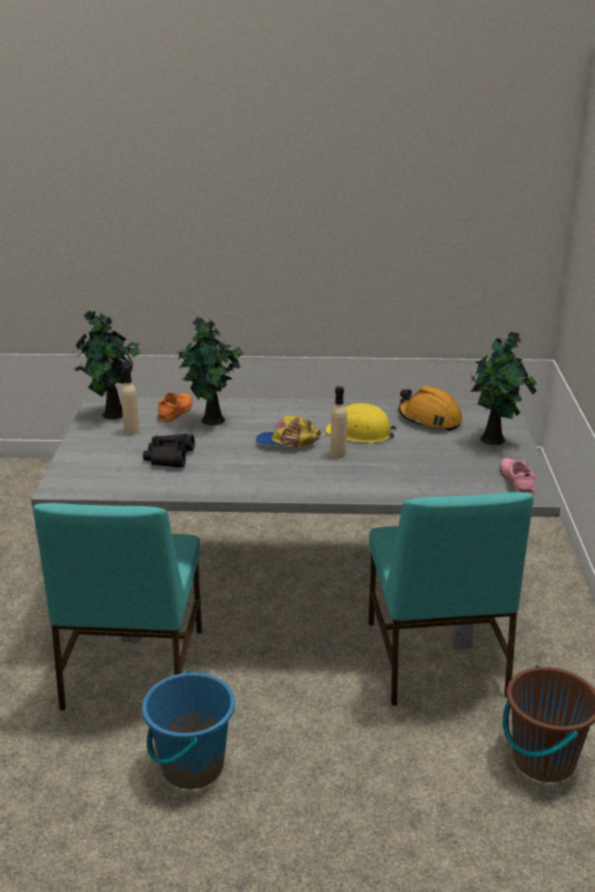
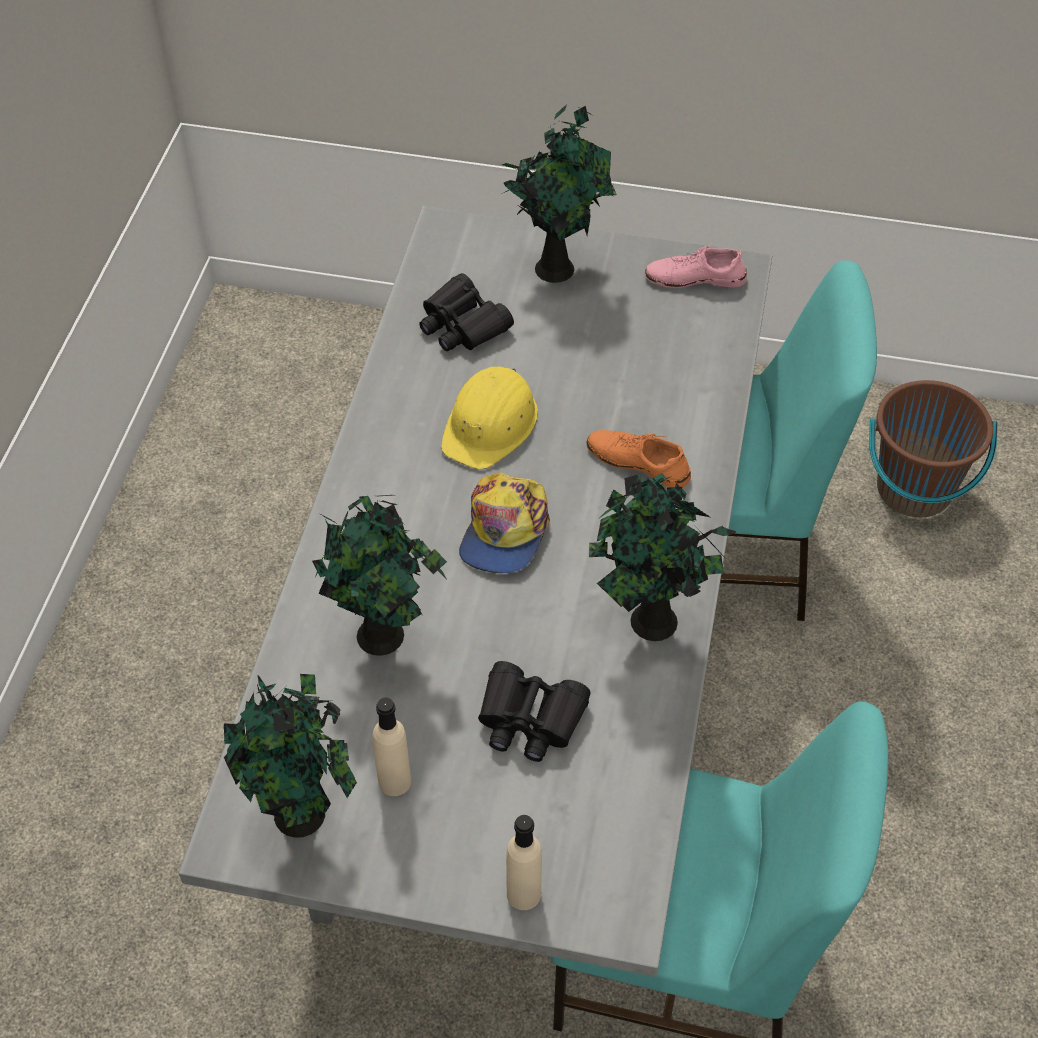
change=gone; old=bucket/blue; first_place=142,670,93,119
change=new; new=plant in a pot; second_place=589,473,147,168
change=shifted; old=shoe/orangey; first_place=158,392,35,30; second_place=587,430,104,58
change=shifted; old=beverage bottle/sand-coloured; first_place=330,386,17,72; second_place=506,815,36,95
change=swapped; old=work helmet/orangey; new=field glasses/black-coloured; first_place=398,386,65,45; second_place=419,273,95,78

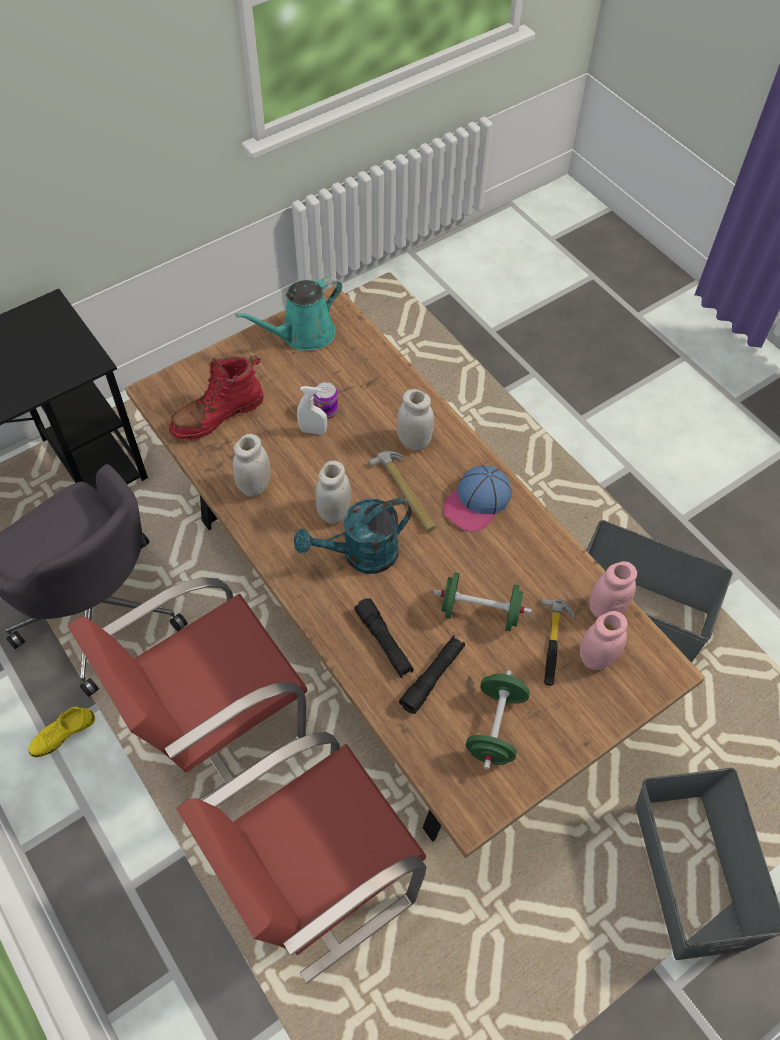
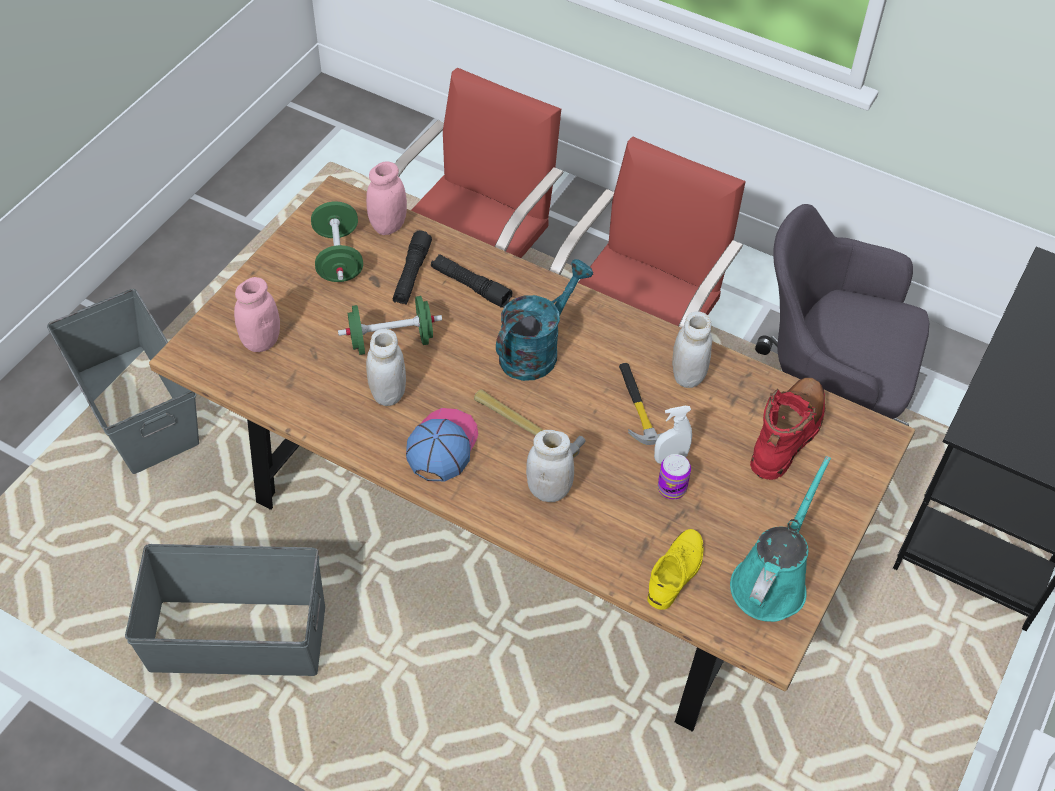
change=shifted; old=shoe/yellow-coloured; first_place=28,707,67,50; second_place=647,529,56,81
change=shifted; old=storage jar/white-coloured; first_place=315,460,36,64; second_place=366,329,40,77
change=shifted; old=hand hammer; first_place=541,598,34,88; second_place=619,363,43,82
change=shifted; old=storage jar/pink-coloured; first_place=590,561,47,57; second_place=366,161,41,74

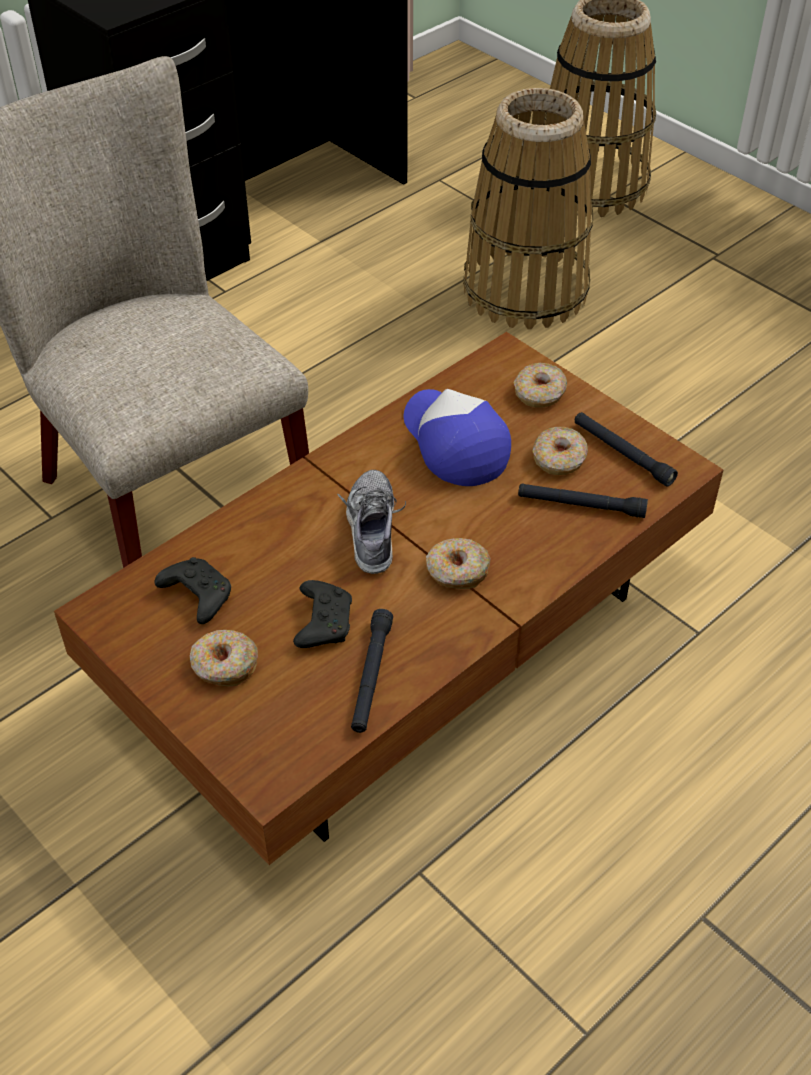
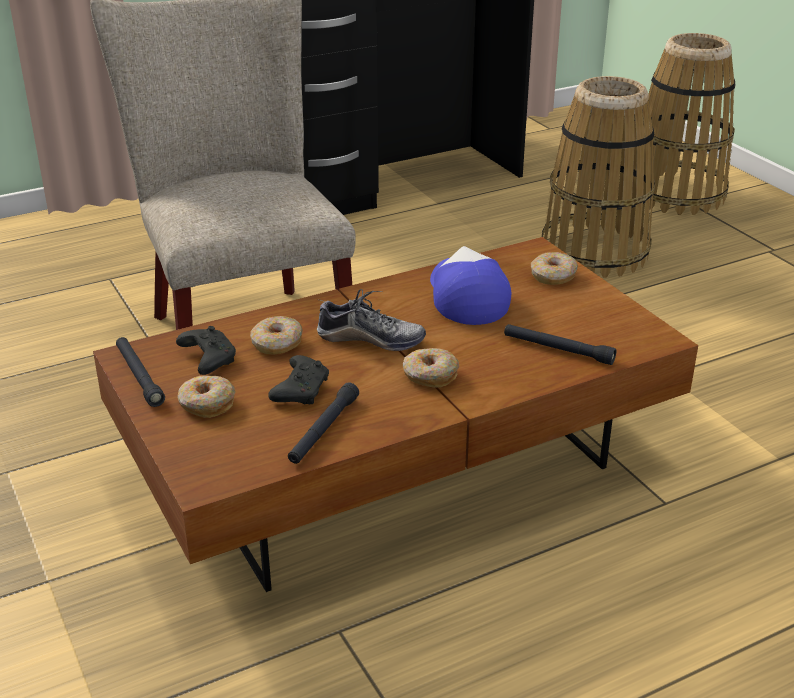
change=shifted; old=doughnut; first_place=532,427,56,48; second_place=250,316,53,39
change=shifted; old=torch/black-coloured; first_place=575,412,103,75; second_place=116,337,49,70
change=rotated; old=shoe; first_place=337,470,69,104; second_place=317,289,109,62; degrees=90

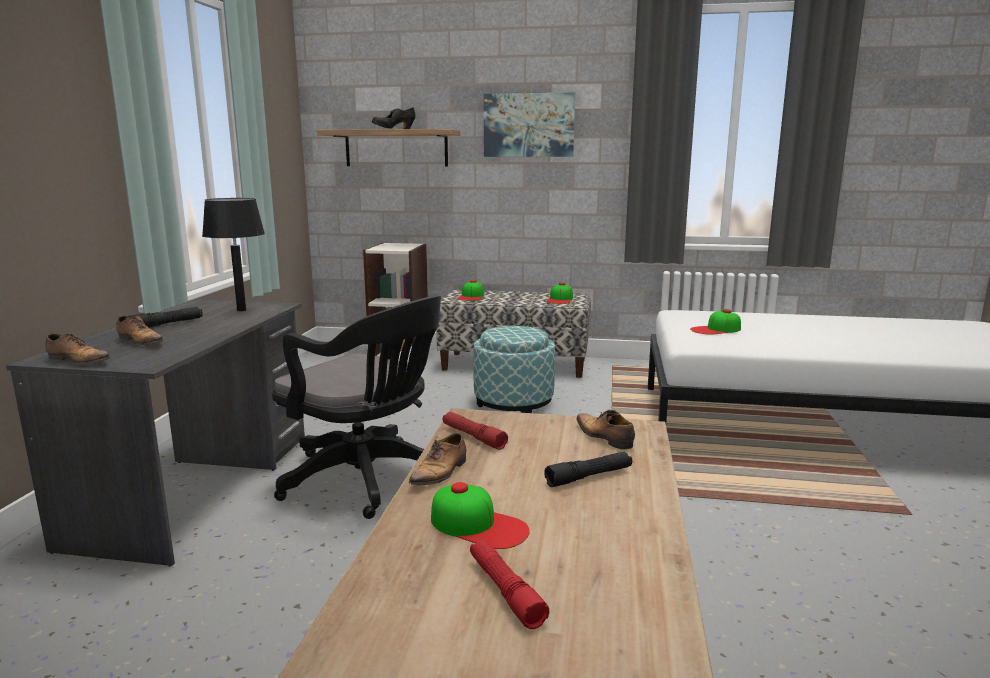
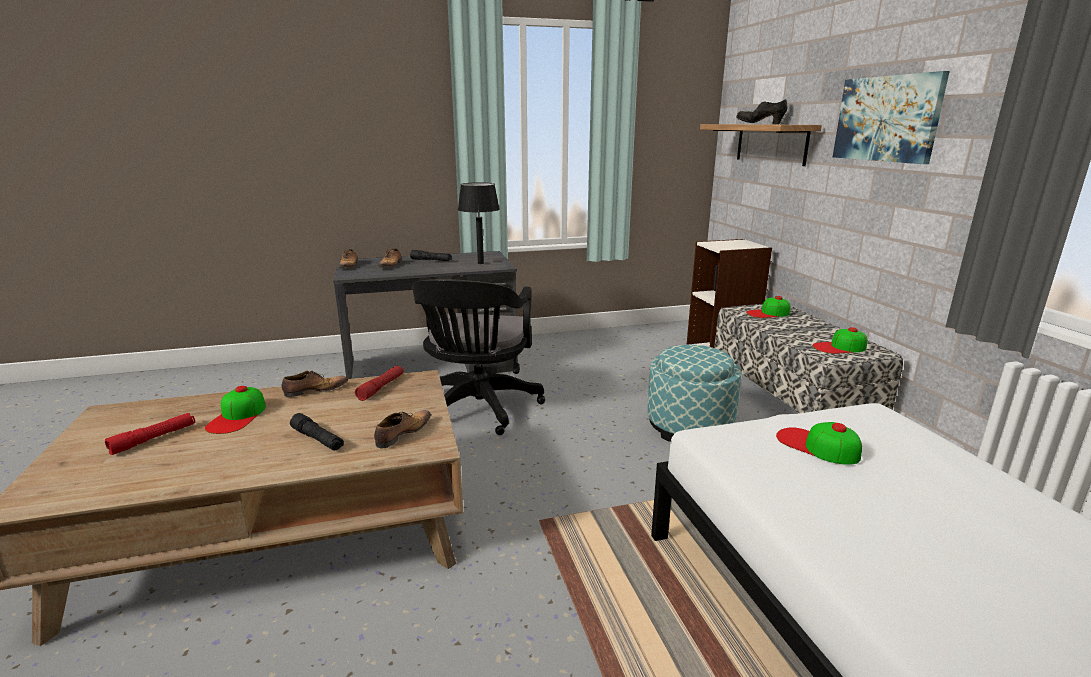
change=rotated; old=shoe; first_place=408,433,58,53; second_place=281,371,67,26; degrees=150

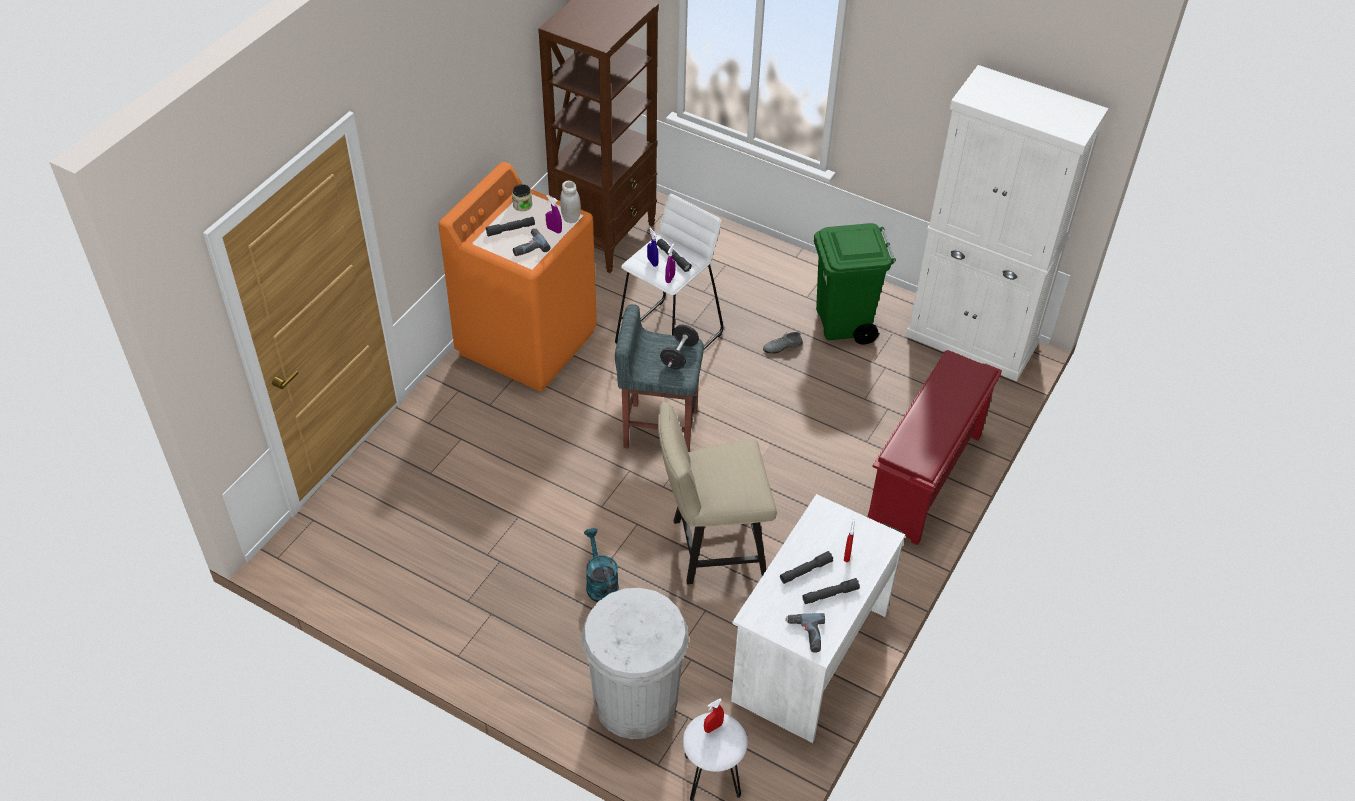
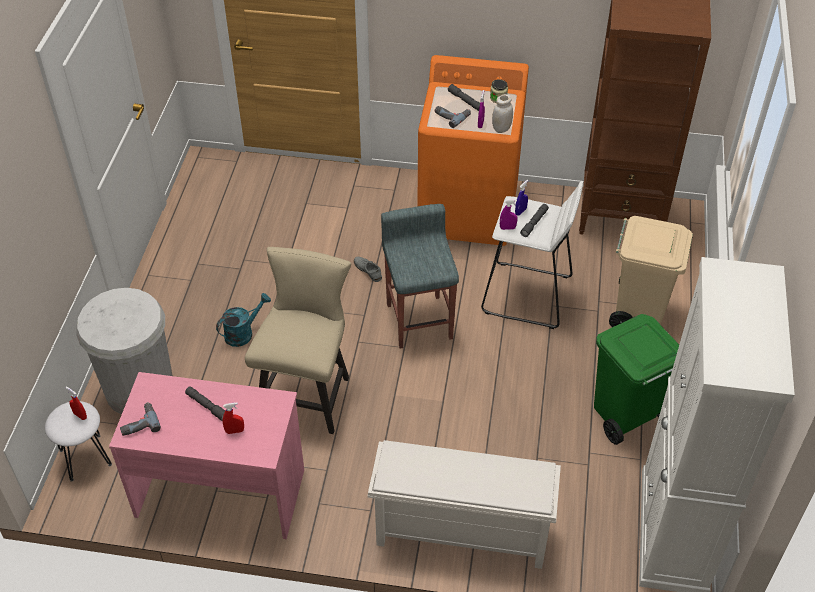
change=gone; old=dumbbell/black-coloured; first_place=660,325,39,44
change=gone; old=torch/gray; first_place=802,578,58,26
change=new; new=trash can/sand-coloured; second_place=609,216,84,111
change=shifted; old=shoe/gray; first_place=763,332,40,22; second_place=354,257,28,25
change=repainted; old=desk/white-coloured; new=desk/pink-coloured; first_place=731,494,174,249; second_place=109,372,195,167
change=repainted; old=shoe rack/reddish; new=shoe rack/white-coloured; first_place=868,350,134,195; second_place=368,440,193,129
change=rotated; old=upright chair/sand-coloured; first_place=658,402,119,182; second_place=245,247,106,187; degrees=45

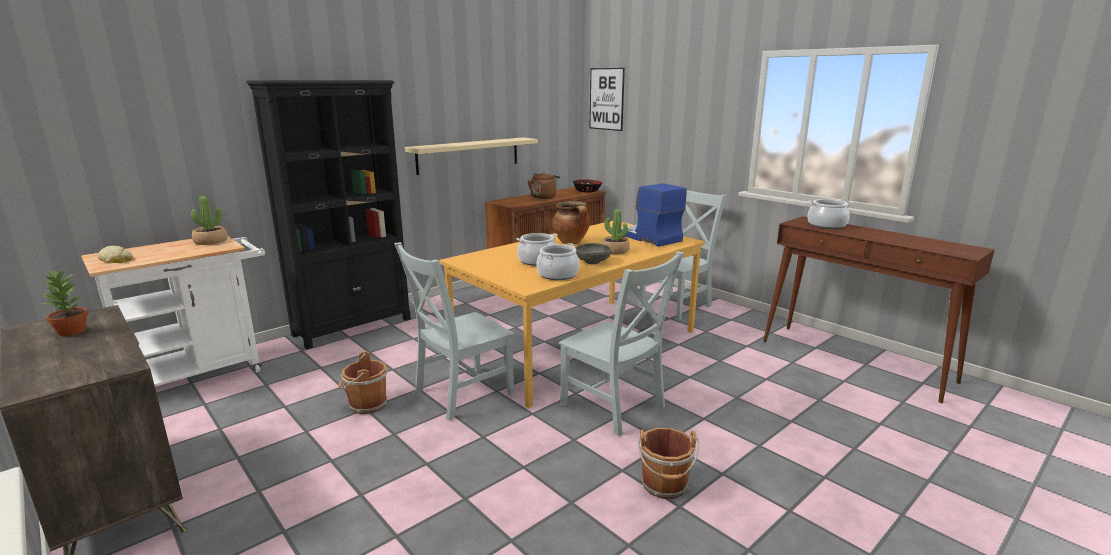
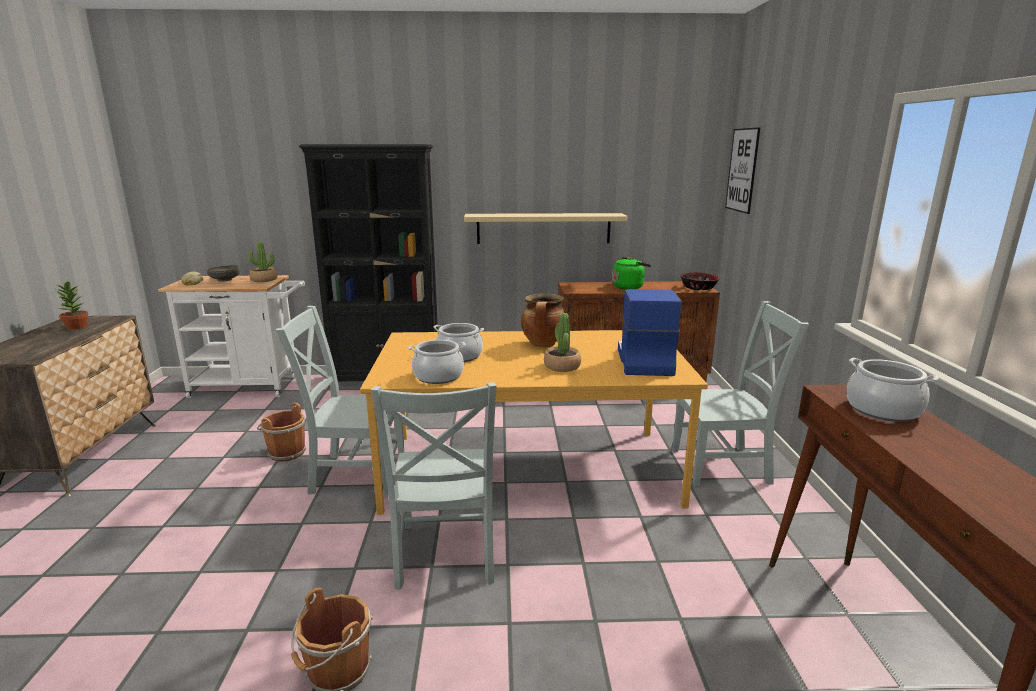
change=shifted; old=serving bowl/gray; first_place=575,243,36,21; second_place=207,265,33,16
change=repainted; old=kettle/brown; new=kettle/greenish; first_place=527,173,33,26; second_place=612,257,39,33

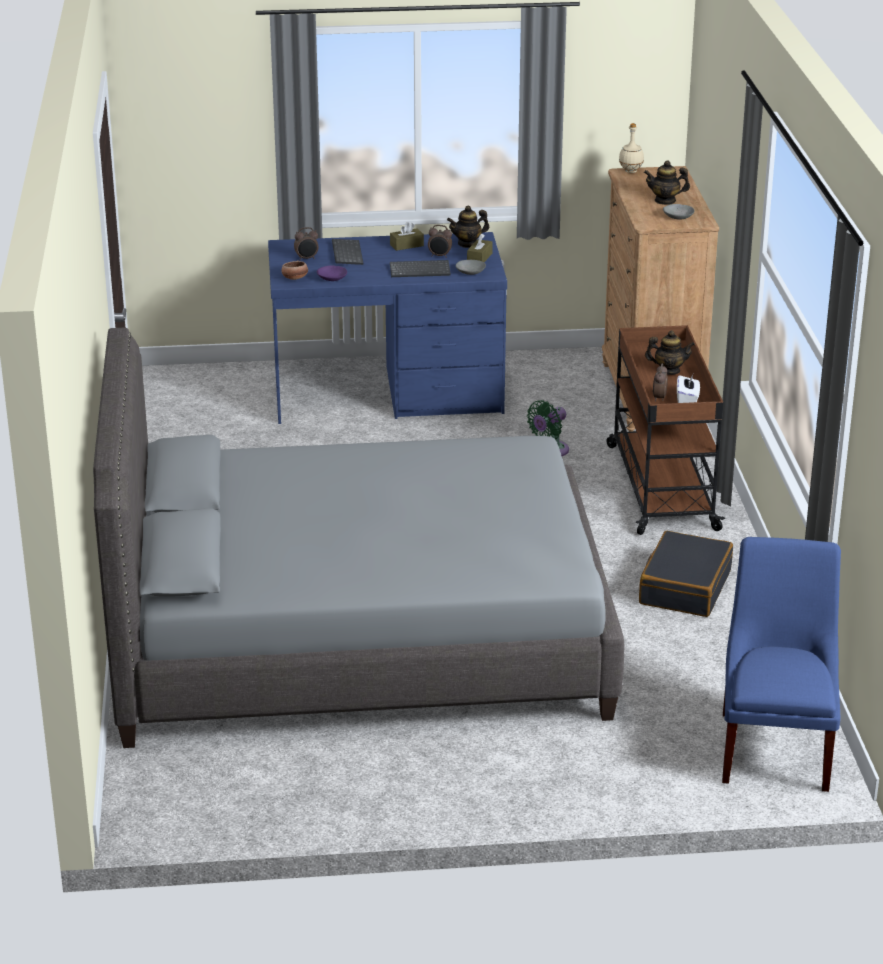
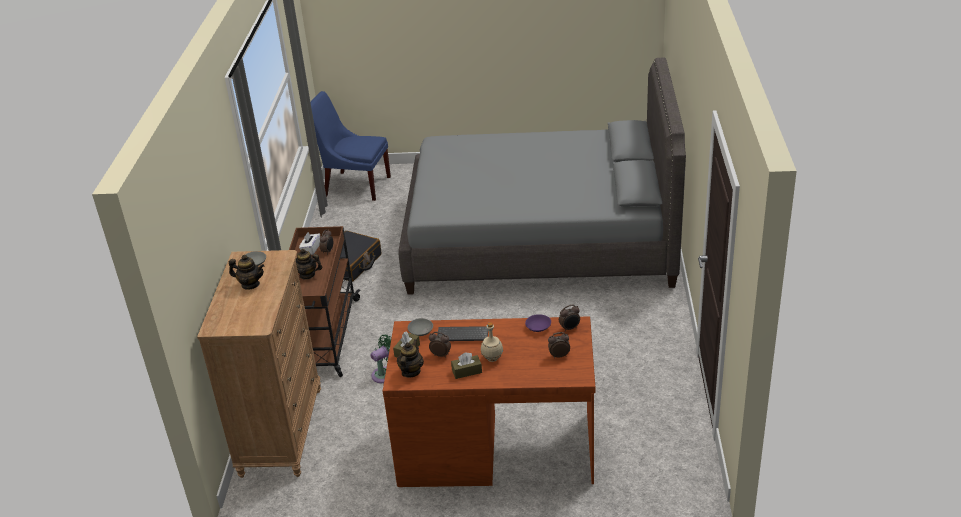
change=gone; old=keyboard; first_place=332,239,31,26
change=shifted; old=beverage bottle/sand-coloured; first_place=619,123,25,50; second_place=481,323,22,39
change=swapped; old=serving bowl; new=alarm clock; first_place=281,260,27,20; second_place=559,305,21,27
change=repainted; old=desk/blue; new=desk/brown; first_place=268,232,239,192; second_place=383,316,212,171
change=rotated; old=tea pot; first_place=447,205,42,43; second_place=397,339,27,39; degrees=-60
change=rotated; old=upright chair/blue; first_place=722,537,119,255; second_place=311,91,80,110; degrees=90

